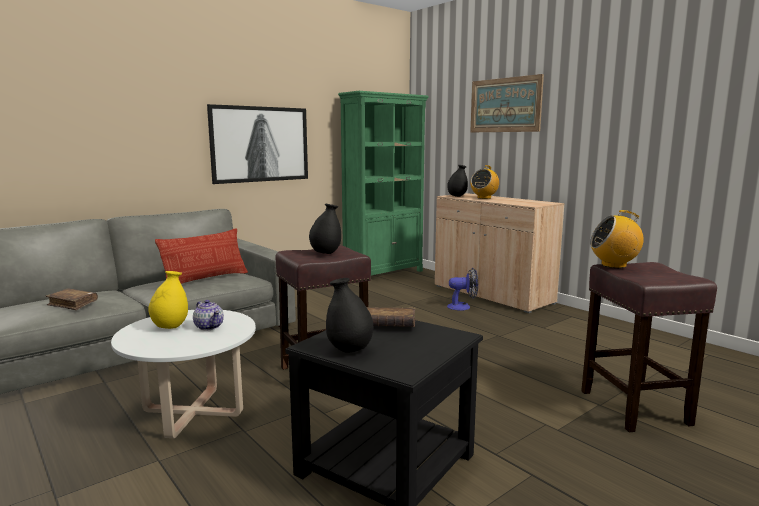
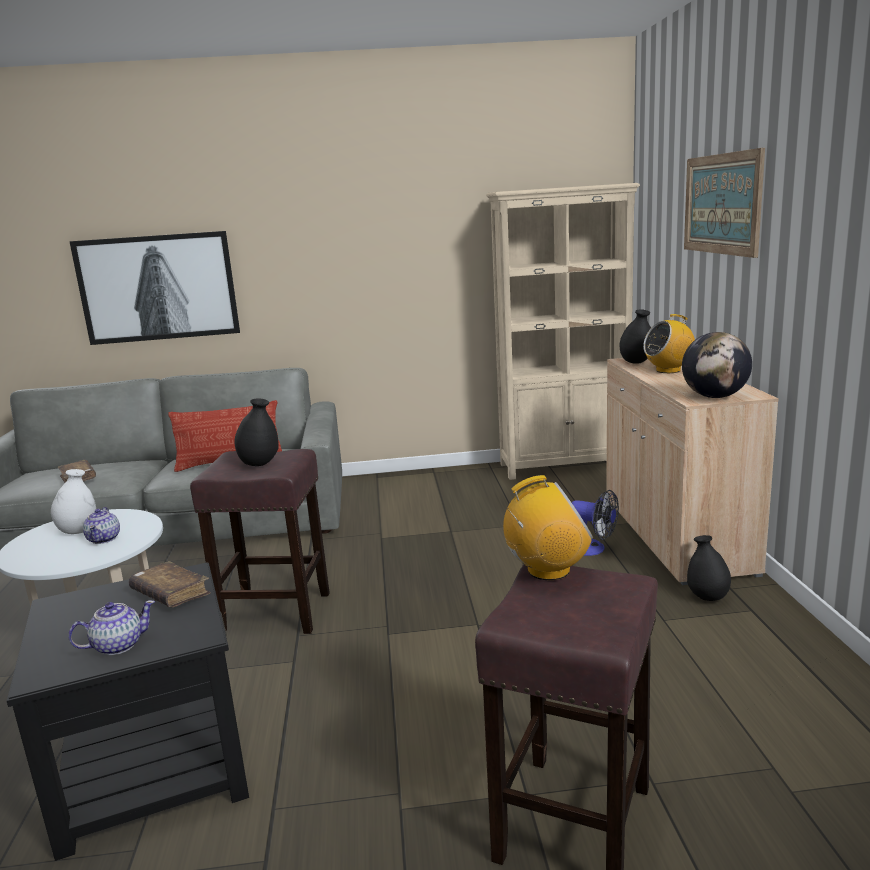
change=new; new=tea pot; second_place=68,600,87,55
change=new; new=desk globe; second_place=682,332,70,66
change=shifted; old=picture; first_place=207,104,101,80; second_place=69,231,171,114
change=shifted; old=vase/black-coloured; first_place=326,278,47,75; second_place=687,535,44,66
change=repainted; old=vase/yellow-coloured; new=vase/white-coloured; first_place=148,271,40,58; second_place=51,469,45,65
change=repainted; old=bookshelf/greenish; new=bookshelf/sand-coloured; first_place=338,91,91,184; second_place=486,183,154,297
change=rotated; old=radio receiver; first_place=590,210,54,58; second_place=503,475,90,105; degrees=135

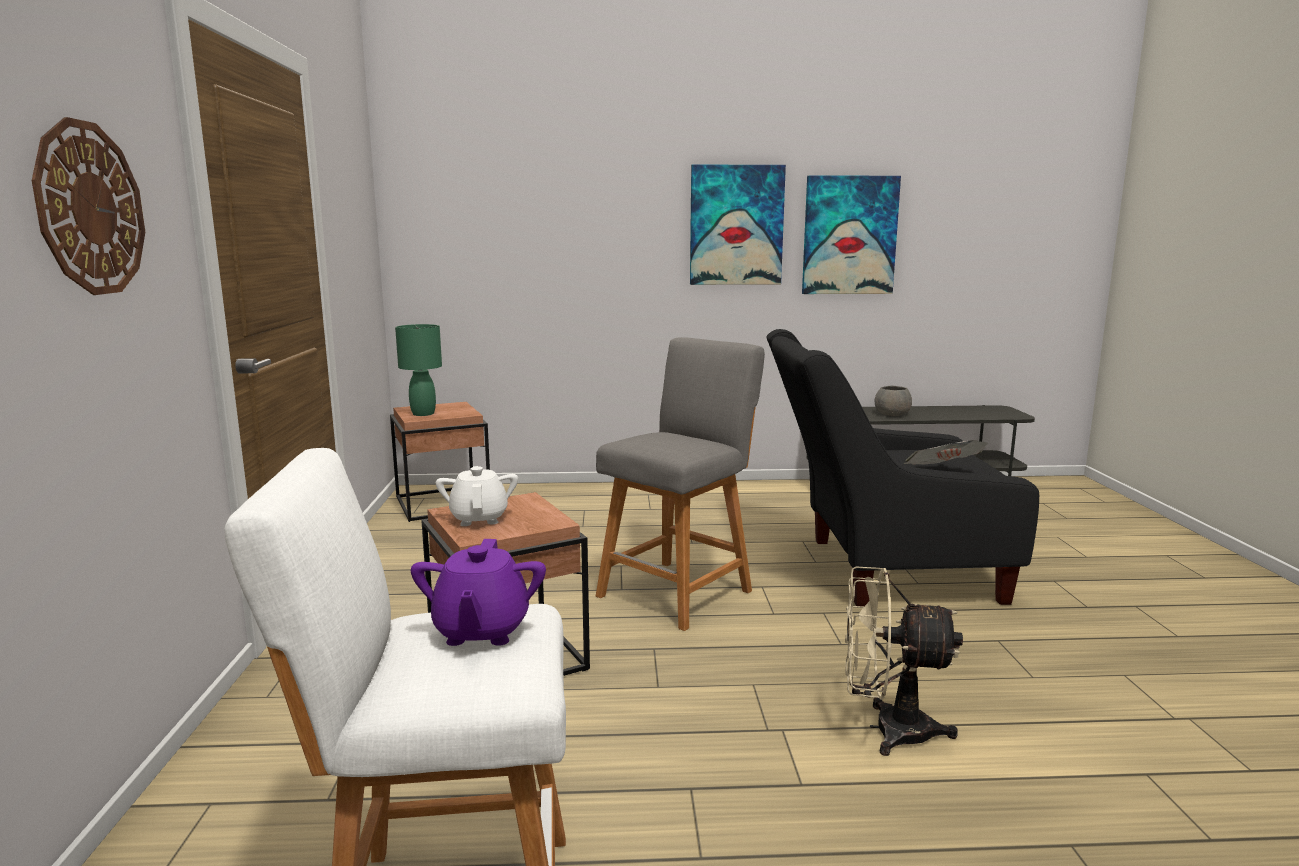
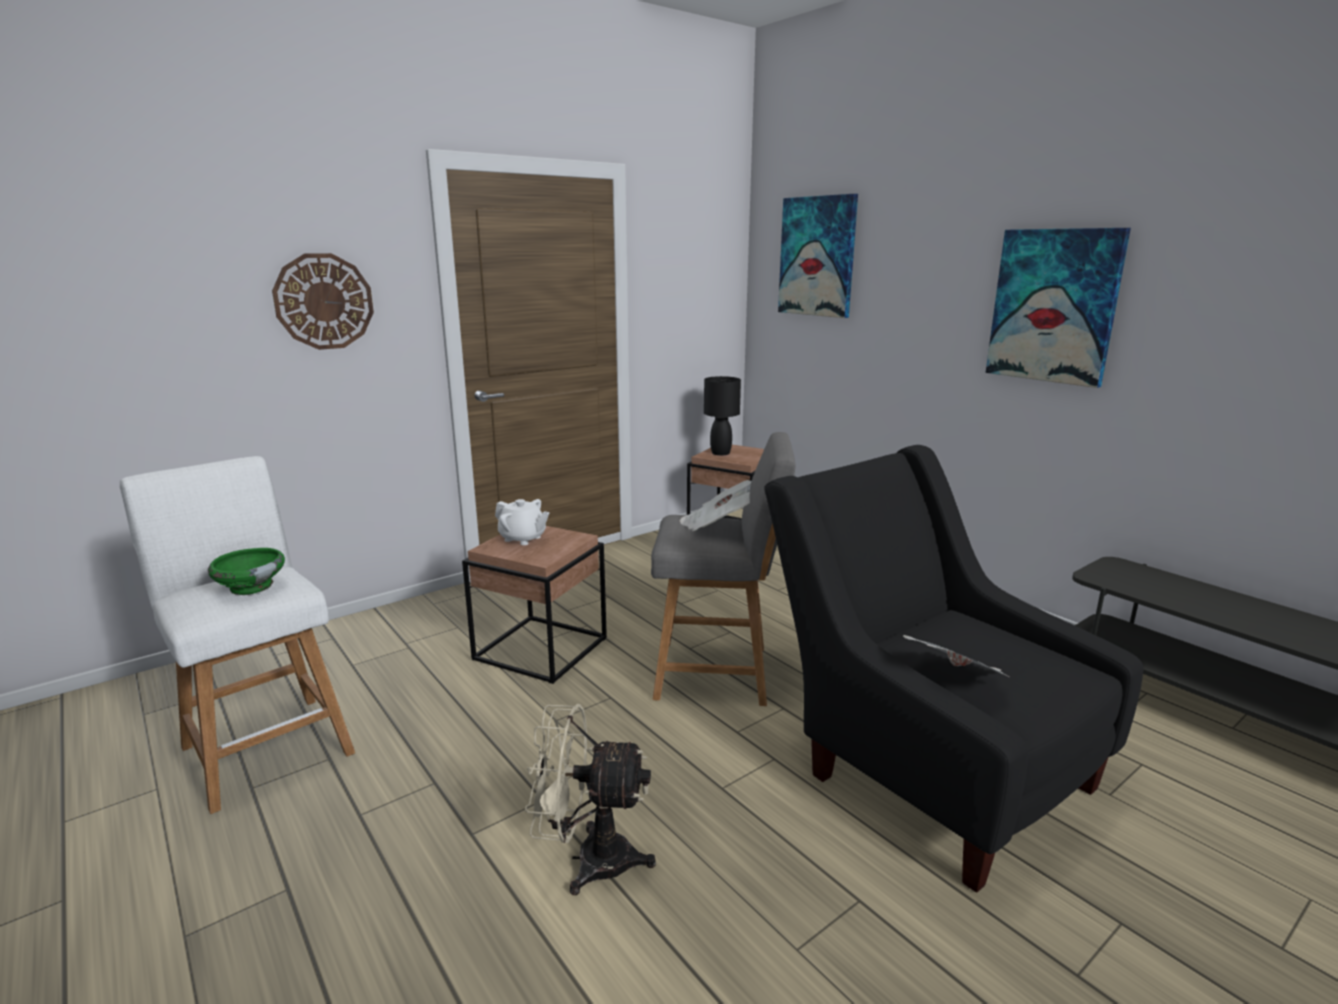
change=gone; old=serving bowl/gray; first_place=875,386,37,30
change=new; new=newspaper; second_place=680,480,71,51
change=shifted; old=picture; first_place=802,175,99,119; second_place=778,194,80,124
change=swapped; old=tea pot/purple-coloured; new=serving bowl/greenish; first_place=411,539,135,107; second_place=208,548,77,47
change=repainted; old=lamp for a table/greenish; new=lamp for a table/black-coloured; first_place=395,324,47,92; second_place=704,376,37,80
change=rotated; old=tea pot/white-coloured; first_place=436,466,82,60; second_place=495,499,54,46; degrees=75
change=rotated; old=fan/sand-coloured; first_place=845,566,118,190; second_place=525,704,131,191; degrees=-60

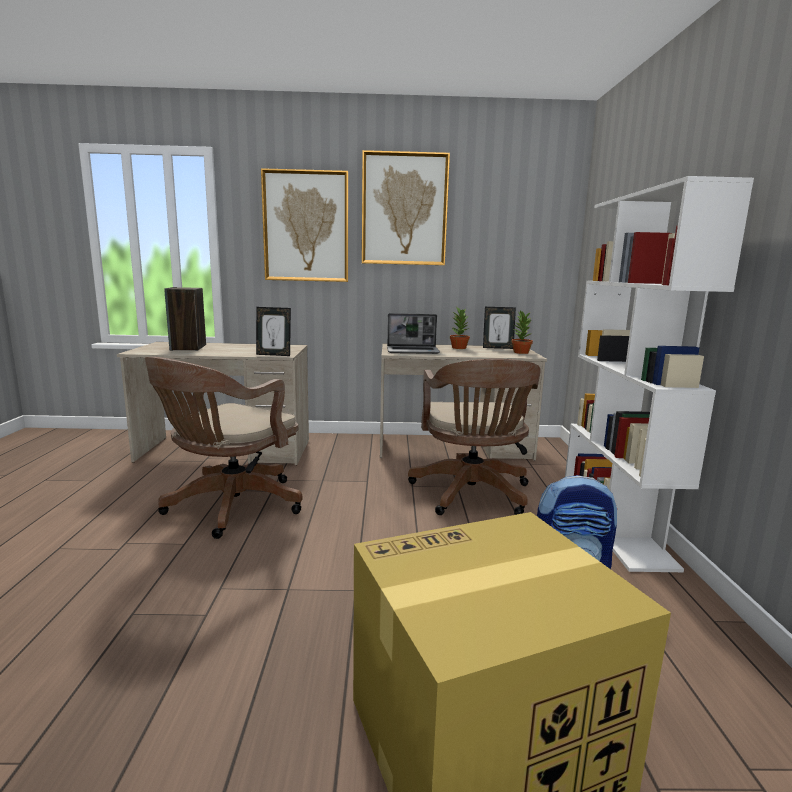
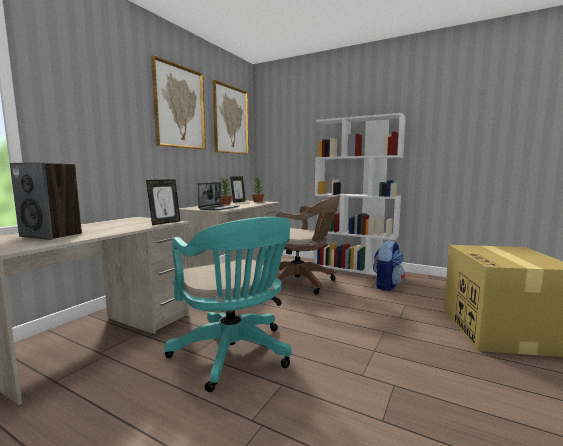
change=shifted; old=picture; first_place=261,168,87,114; second_place=213,80,36,75
change=repainted; old=computer chair/brown; new=computer chair/turquoise; first_place=145,357,158,182; second_place=164,217,127,175

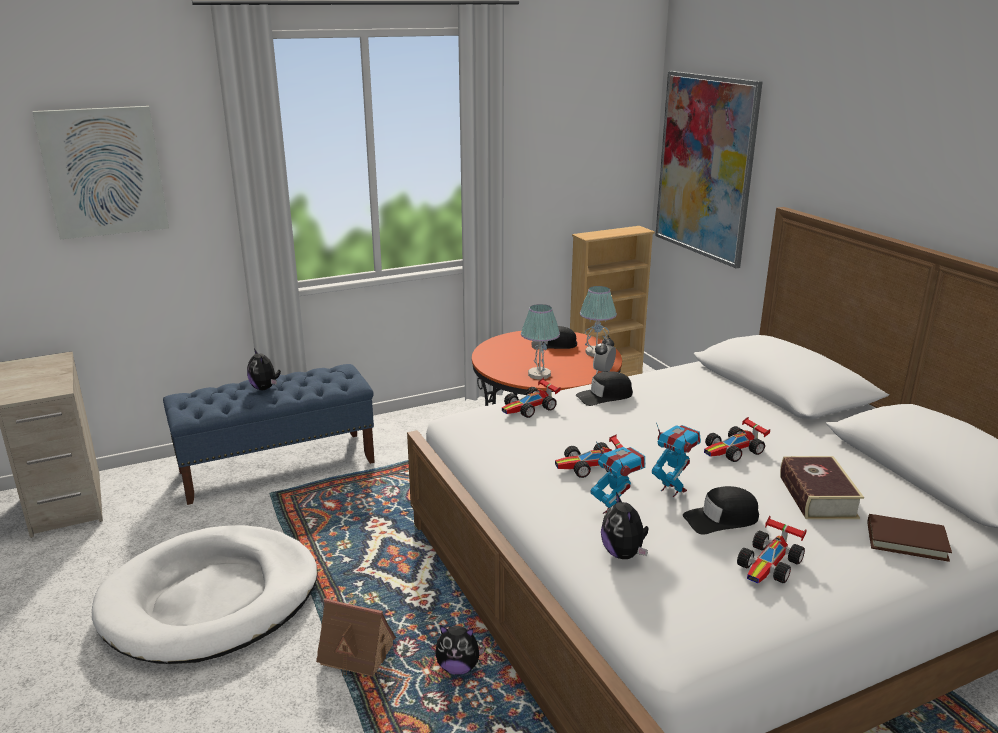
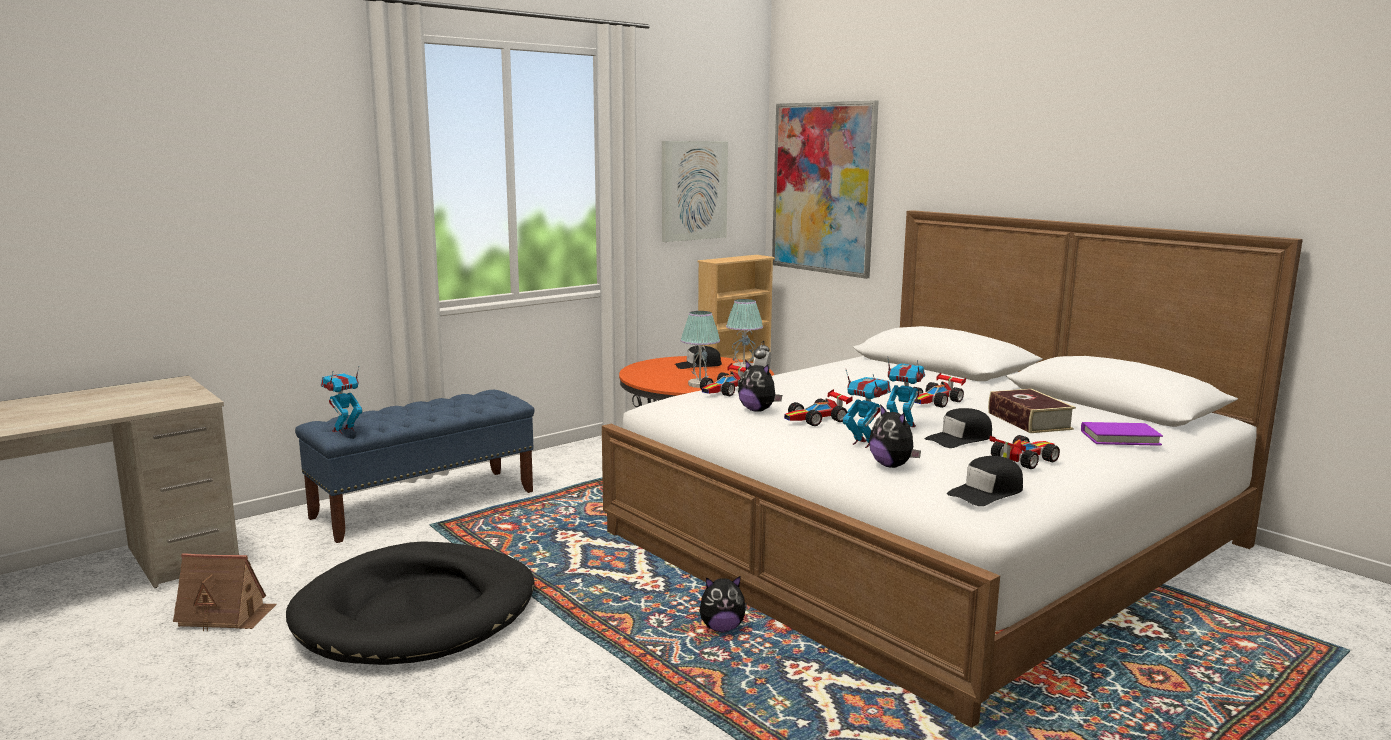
change=new; new=robot figure; second_place=321,367,41,67
change=shifted; old=picture; first_place=33,106,136,133; second_place=662,141,66,101
change=shifted; old=soft toy; first_place=247,348,34,42; second_place=738,360,44,52
change=shifted; old=model house; first_place=316,598,80,79; second_place=173,553,103,78
change=shifted; old=peaked cap/black-coloured; first_place=576,371,57,35; second_place=947,456,76,50
change=repainted; old=dog cushion/white-coloured; new=dog cushion/black-coloured; first_place=92,525,226,139; second_place=286,541,248,124
change=repainted; old=book/brown; new=book/purple-coloured; first_place=867,514,85,48; second_place=1081,422,82,24
change=rotated; old=model car; first_place=737,516,70,67; second_place=989,435,71,34; degrees=-150

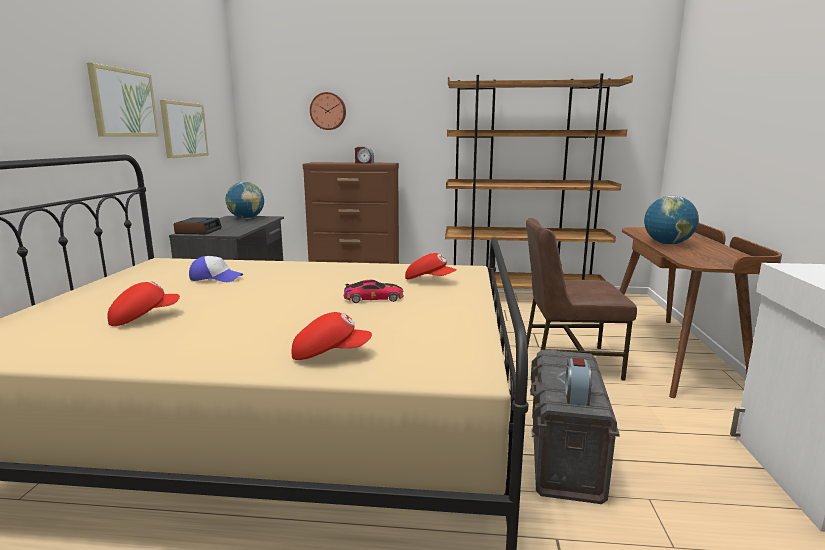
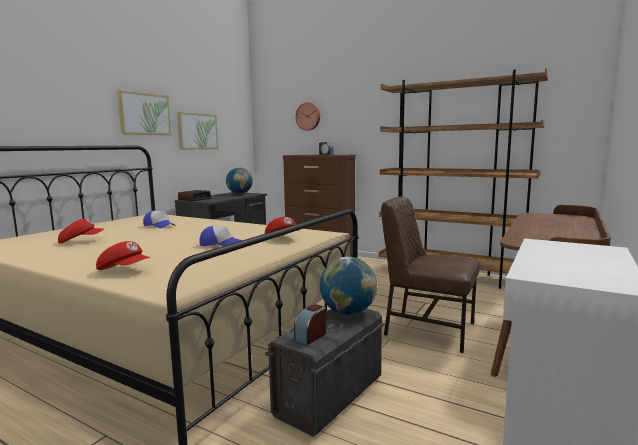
change=shifted; old=desk globe; first_place=644,196,55,49; second_place=320,257,57,58
change=swapped; old=model car; new=peaked cap; first_place=344,280,60,23; second_place=199,226,43,20

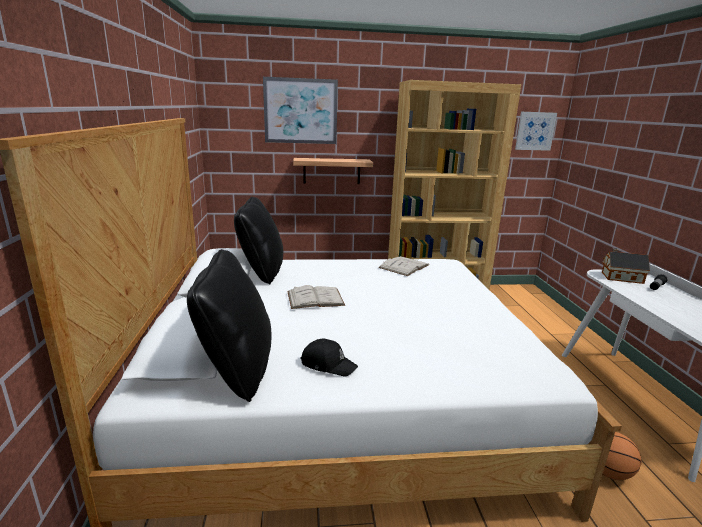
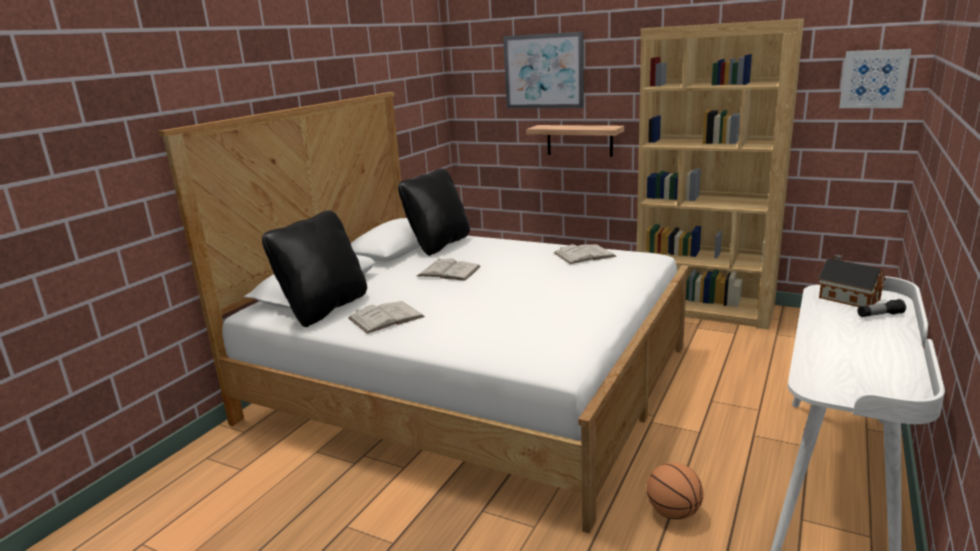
change=swapped; old=peaked cap/black-coloured; new=book/white-coloured; first_place=301,339,57,38; second_place=348,301,77,33

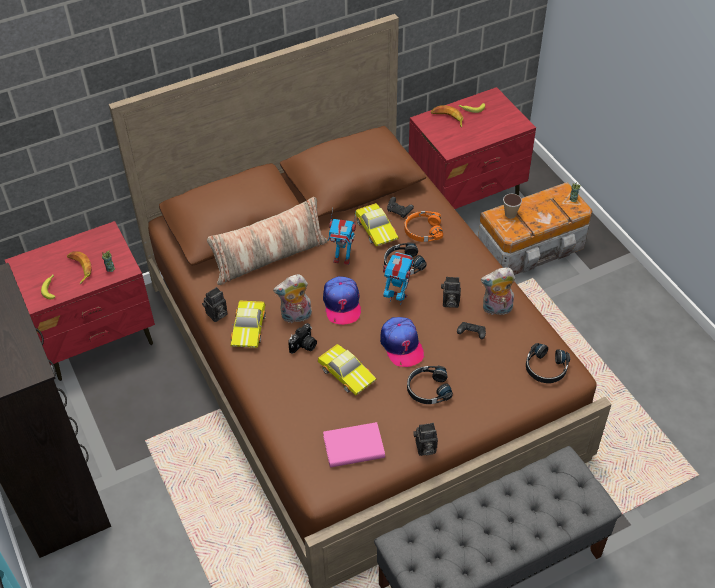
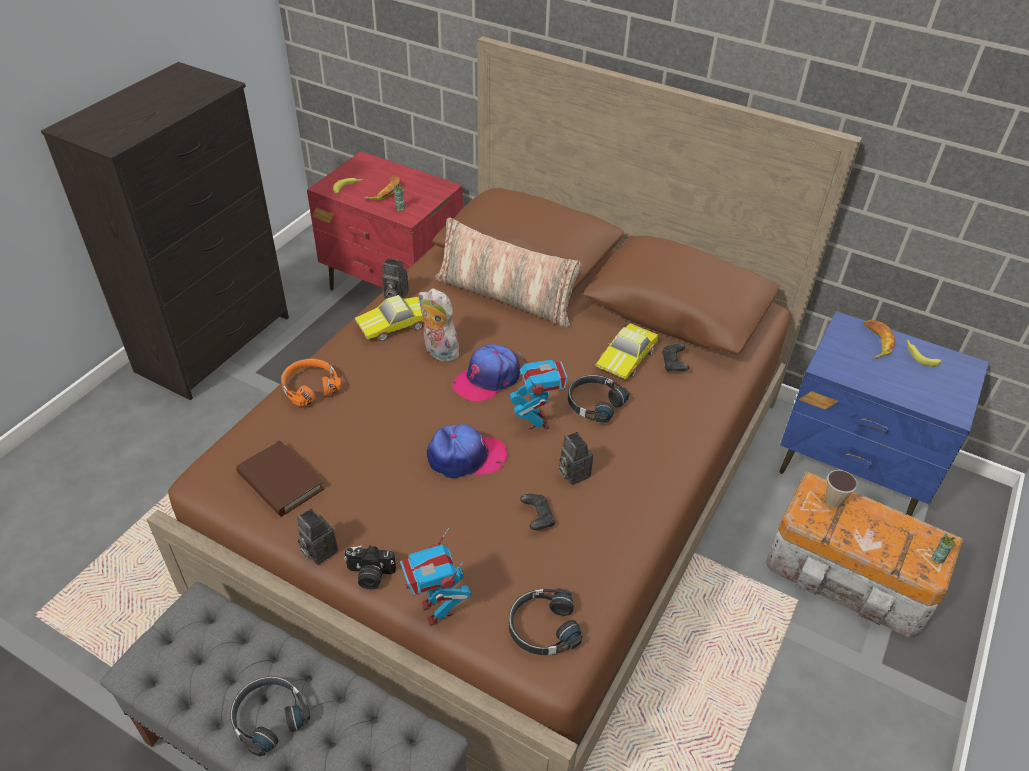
change=gone; old=model car; first_place=318,344,59,51
change=gone; old=soft toy; first_place=481,267,34,48
change=shifted; old=still camera; first_place=288,323,29,31; second_place=344,545,52,45
change=shifted; old=robot figure; first_place=328,208,28,57; second_place=400,528,71,98
change=shifted; old=headset/orangey; first_place=404,211,39,31; second_place=281,359,60,48
change=shifted; old=headset/black-coloured; first_place=407,365,46,39; second_place=230,676,80,81
change=repainted; old=book/pink-coloured; new=book/brown; first_place=323,422,62,45; second_place=236,440,88,77
change=repainted; old=bedside table/reddish; new=bedside table/blue; first_place=409,87,127,122; second_place=780,311,209,205
change=rotated; old=peaked cap; first_place=380,317,44,50; second_place=427,424,81,54; degrees=-135

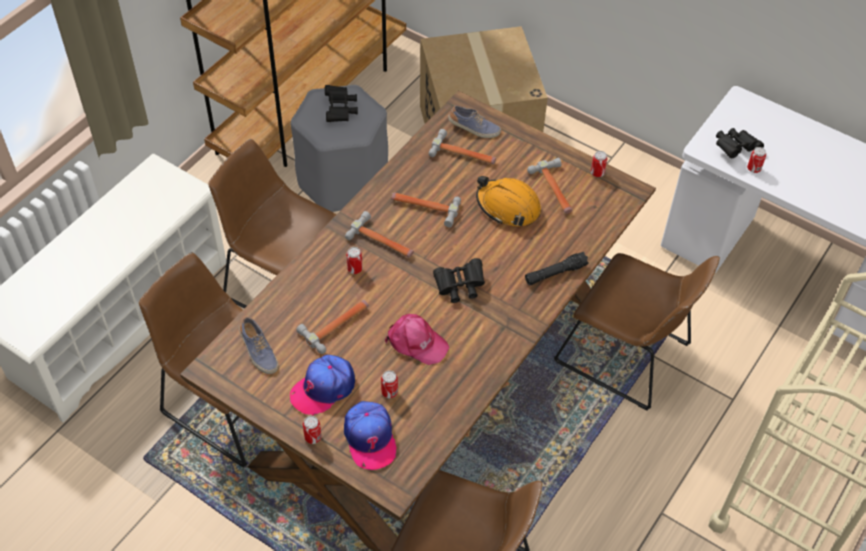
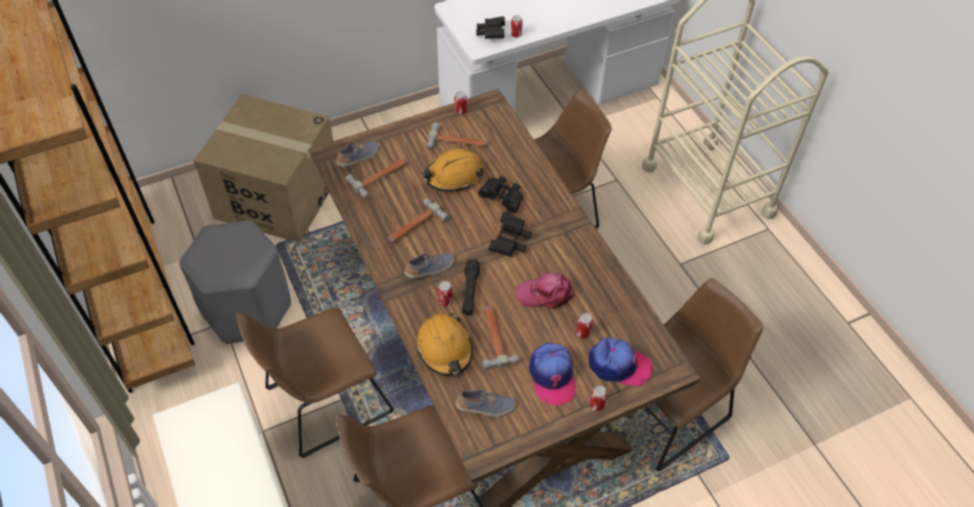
change=new; new=work helmet/orangey; second_place=416,313,57,63
change=shifted; old=field glasses/black-coloured; first_place=325,85,33,37; second_place=478,176,45,37
change=shifted; old=torch/black-coloured; first_place=525,252,64,33; second_place=462,259,18,56
change=swapped; old=hand hammer; new=shoe; first_place=345,211,69,47; second_place=404,253,51,25
change=rotated; old=peaked cap/pink-coloured; first_place=385,314,64,51; second_place=516,273,58,35; degrees=-150

